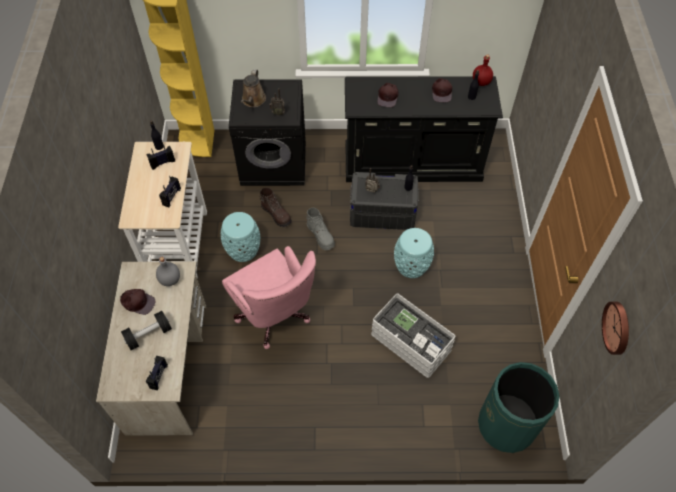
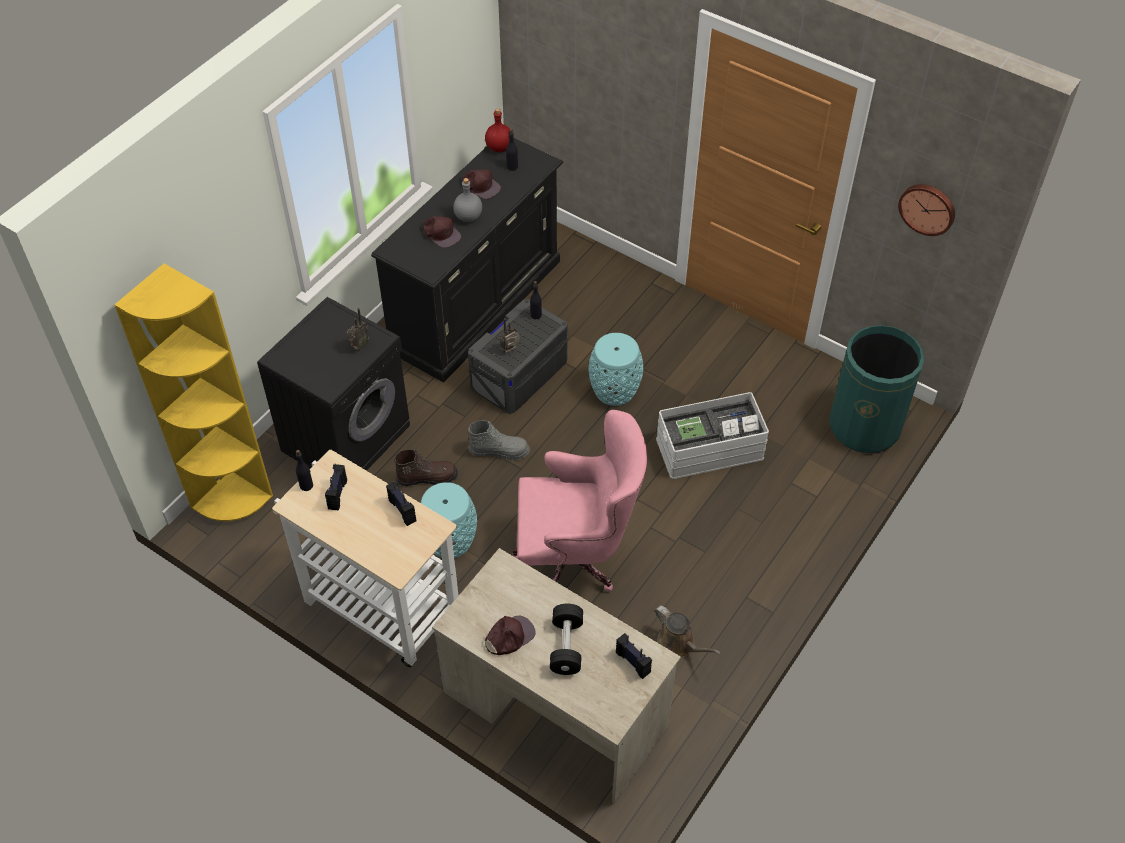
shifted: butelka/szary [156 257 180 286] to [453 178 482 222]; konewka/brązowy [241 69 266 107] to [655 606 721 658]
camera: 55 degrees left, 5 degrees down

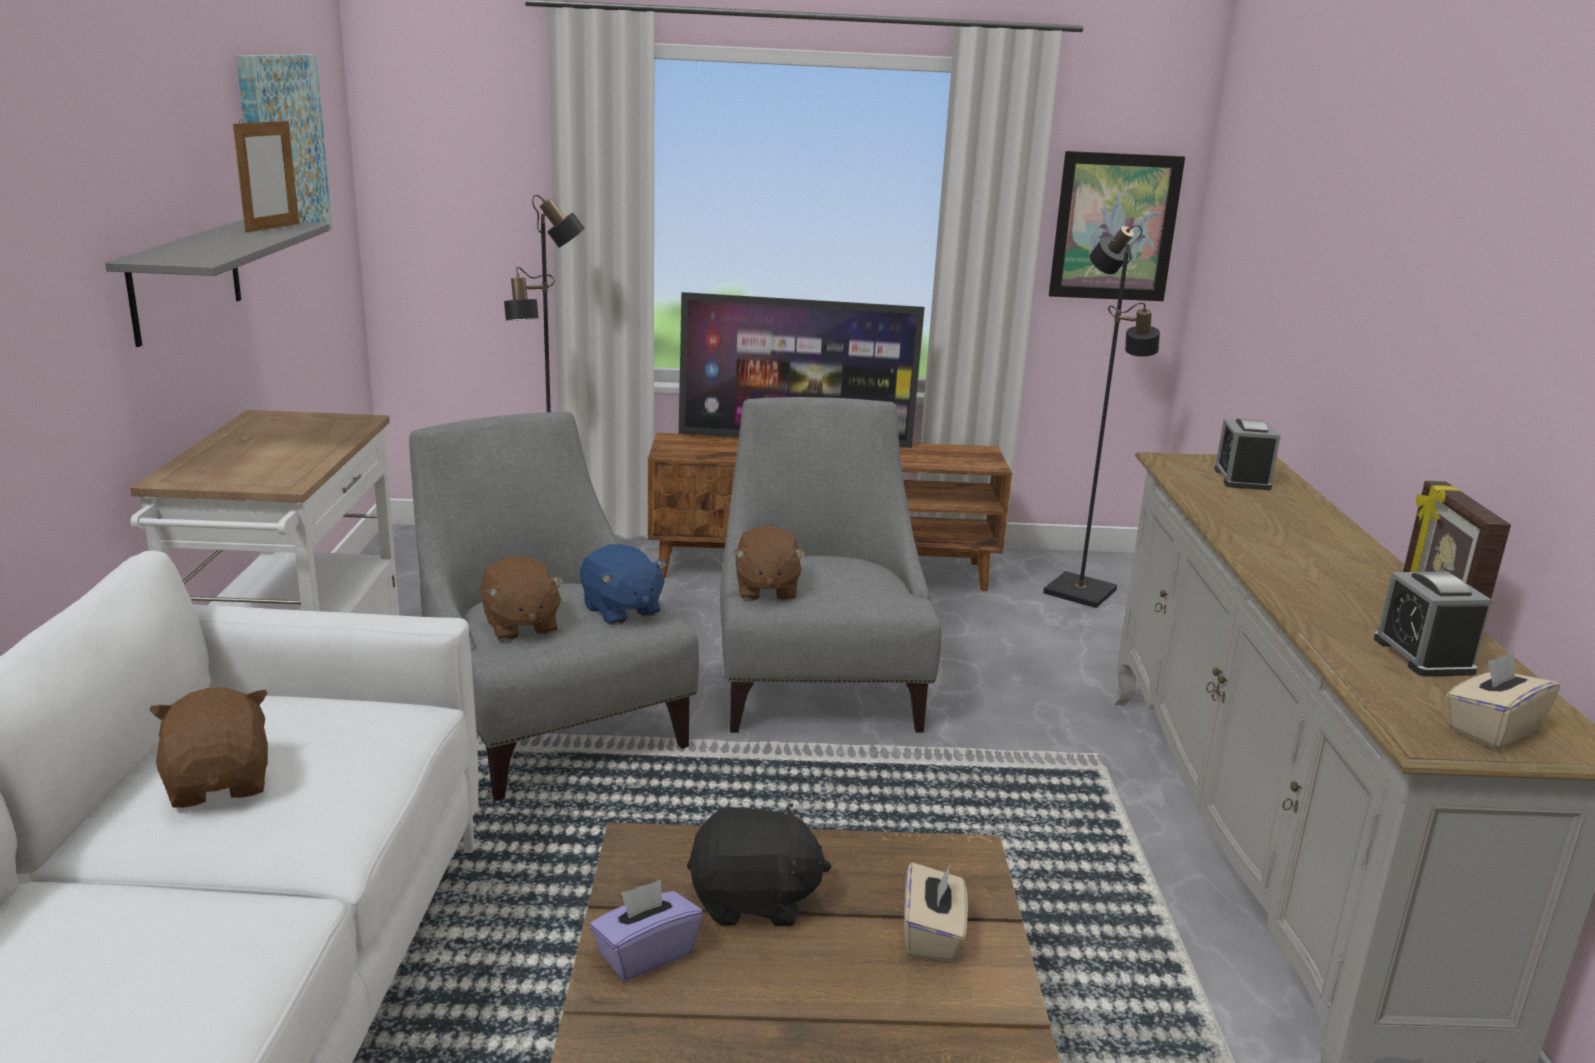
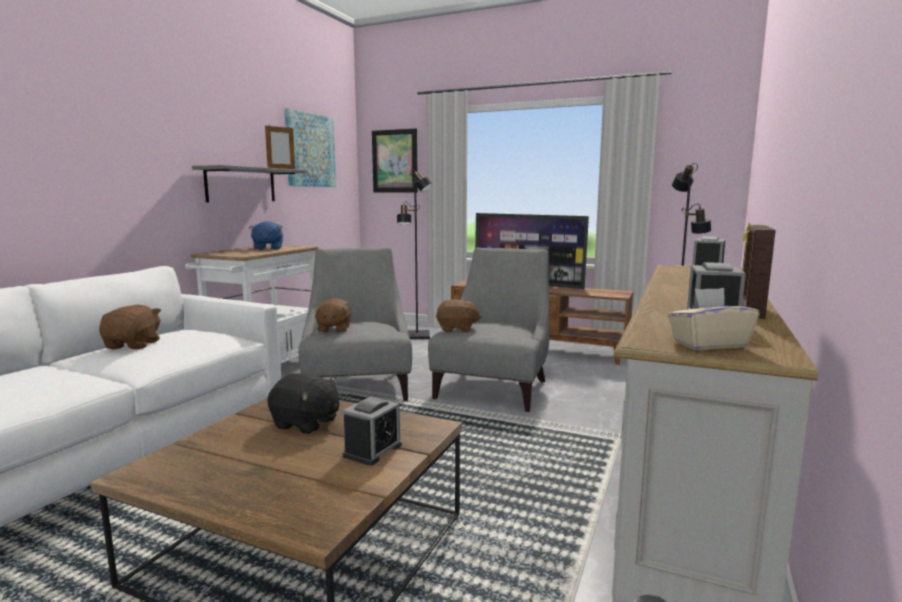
gone: pudełko chusteczek/fioletowy [590 879 703 981]
shifted: pluszak/niebieski [580 544 667 625] to [249 221 283 250]; obraz [1049 151 1185 301] to [372 128 418 193]
swapped: pudełko chusteczek/beżowy [904 862 968 961] to budzik [343 397 402 465]
rotated: pluszak/brązowy [733 526 806 601] = [436 299 482 332] 105 degrees counterclockwise
camera: 25 degrees right, 10 degrees down

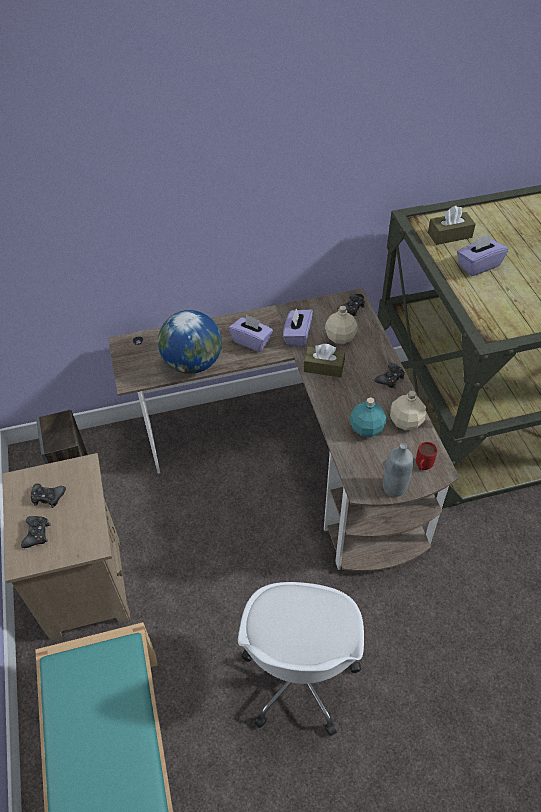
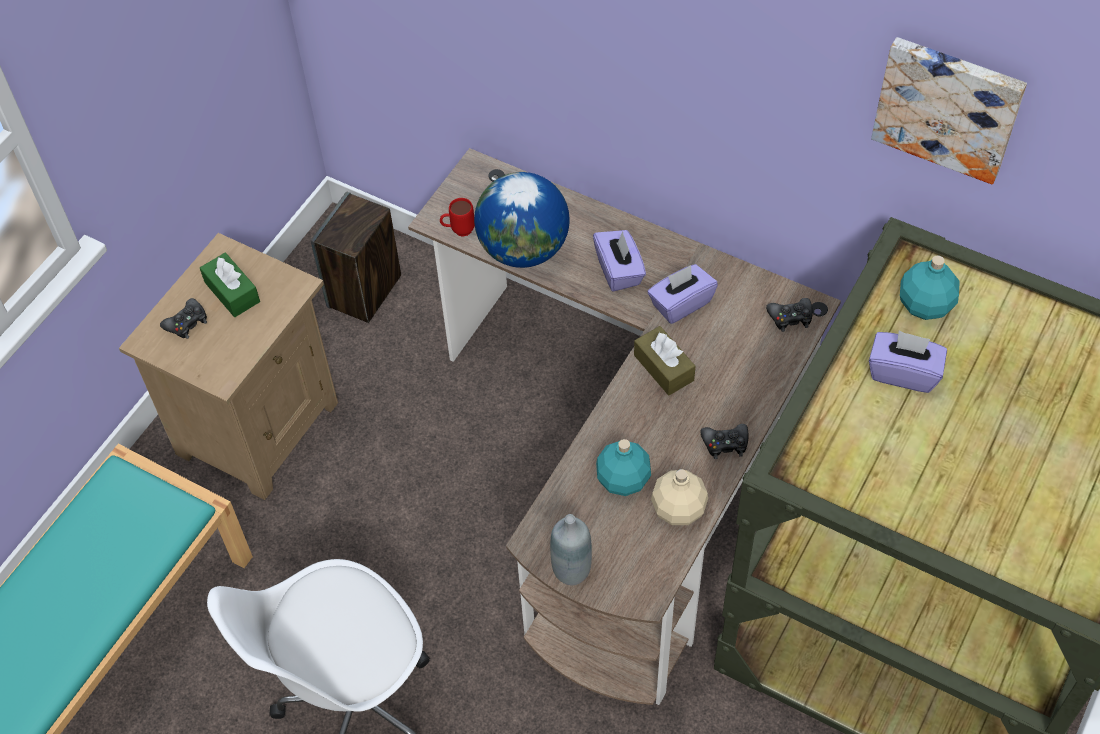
gone: butelka/beżowy [325 306 358 344]
new: obraz [871 37 1027 185]
shifted: kubek/czerwony [416 442 437 470] to [440 198 475 237]
swapped: pad do gier/czarny [31 483 66 508] to pudełko chusteczek/zielony [200 253 260 317]; pudełko chusteczek/brązowy [428 206 476 245] to butelka/turkusowy [900 255 960 320]
camera: 45 degrees right, 5 degrees up

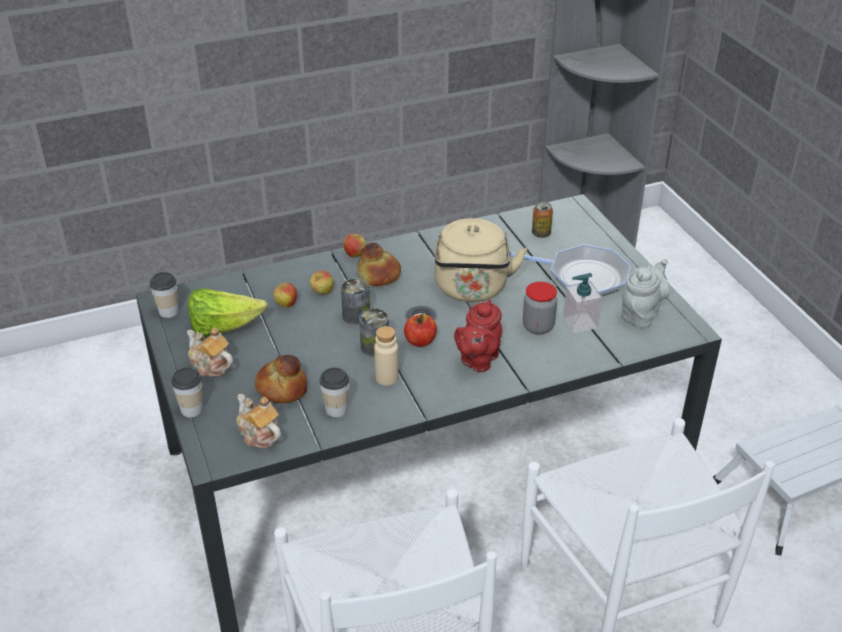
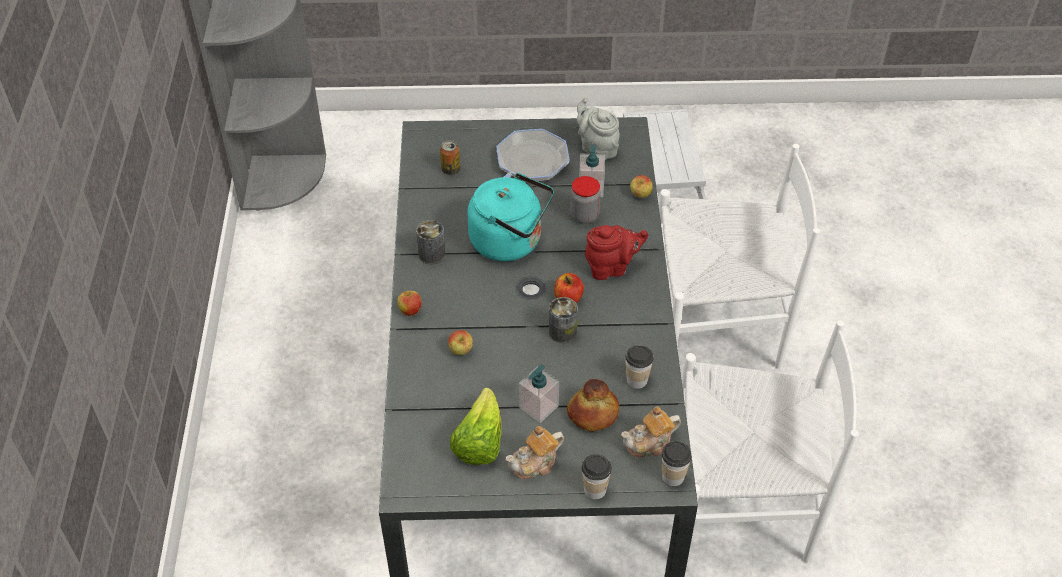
gone: chleb [357 242 401 286]; butelka/beżowy [374 326 399 386]
new: dozownik mydła [519 364 559 423]
shifted: puszka [341 278 370 325] to [416 220 445 264]; jabłko [273 283 297 308] to [630 175 653 198]; filiżanka [149 272 178 318] to [662 441 692 486]
repainted: czajnik/beżowy [434 218 527 302] to czajnik/turkusowy [468 173 554 261]
rotated: imbryk/czerwony [454 299 502 372] = [585 225 648 280] 60 degrees counterclockwise
camera: 70 degrees left, 10 degrees up

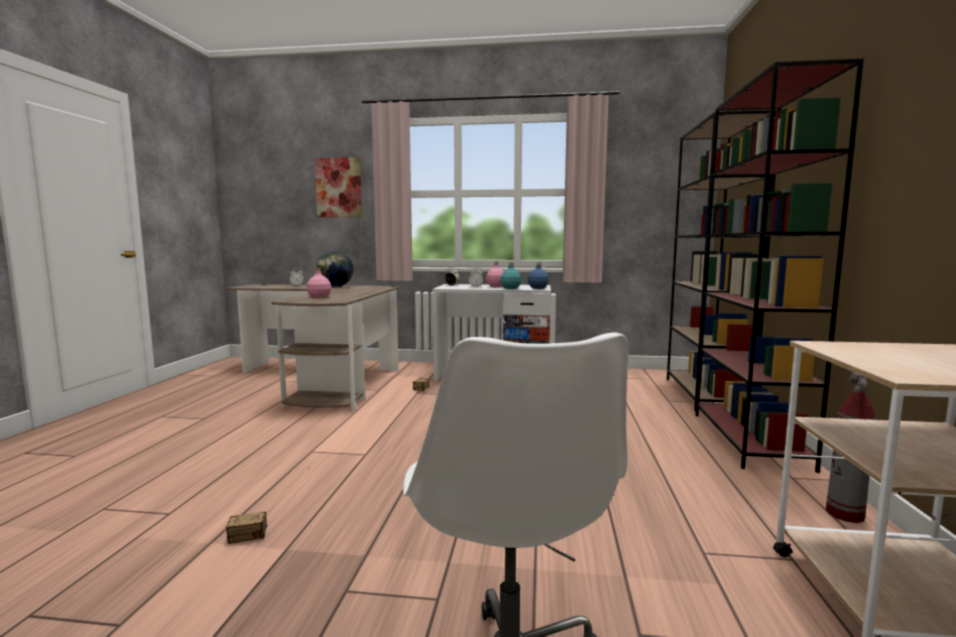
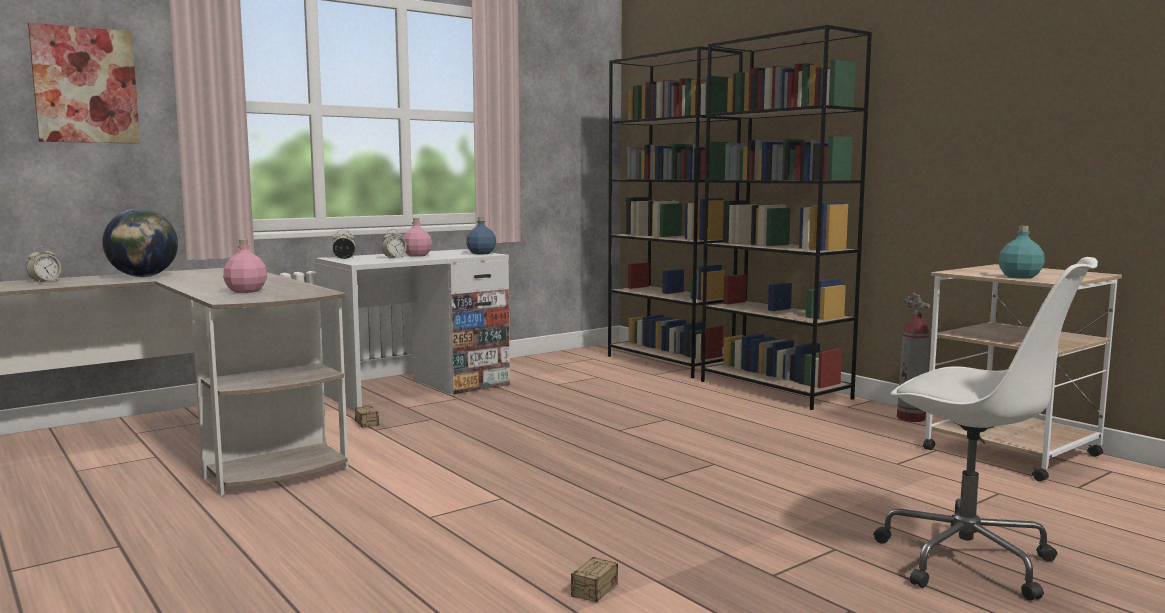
shifted: butelka/turkusowy [501 262 521 289] to [998 226 1045 279]
repainted: regał/czerwony [695 58 864 473] to regał/beżowy [701 25 872 410]
camera: 45 degrees left, 0 degrees up

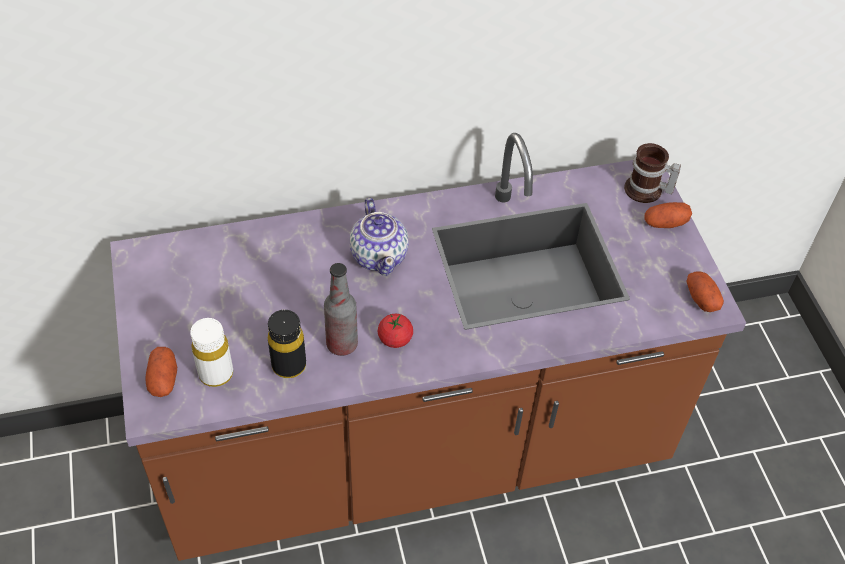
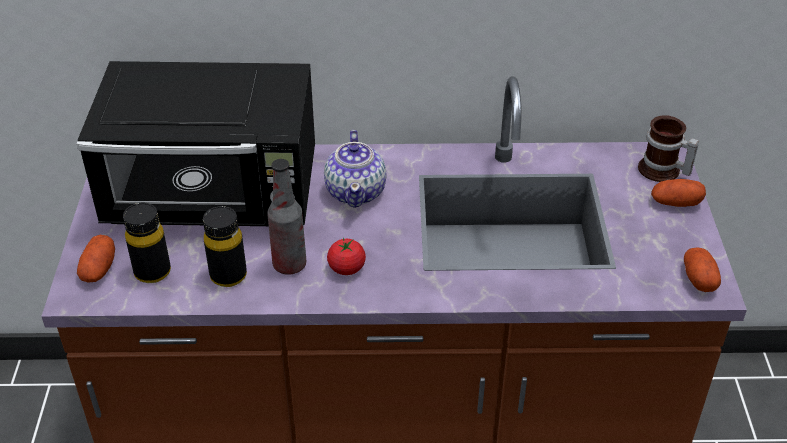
new: mikrofalówka/czarny [77 61 315 226]
repainted: butelka/biały [190 318 233 387] to butelka/czarny [123 203 171 283]
camera: 15 degrees right, 10 degrees down

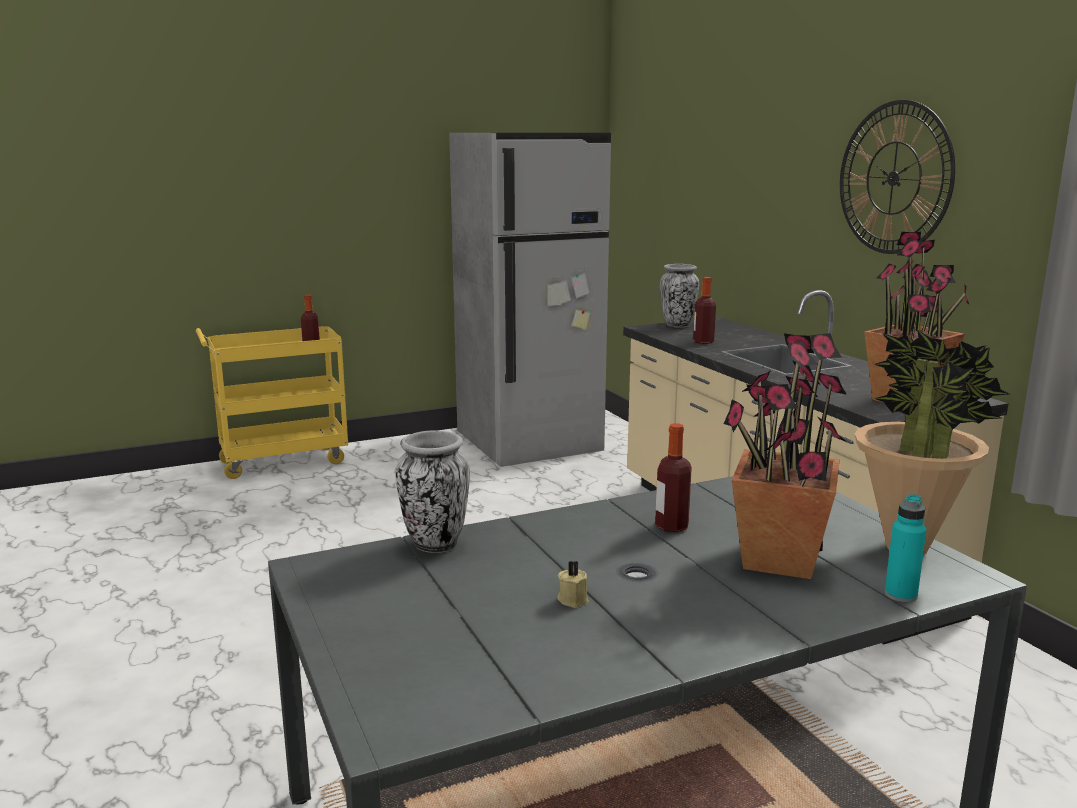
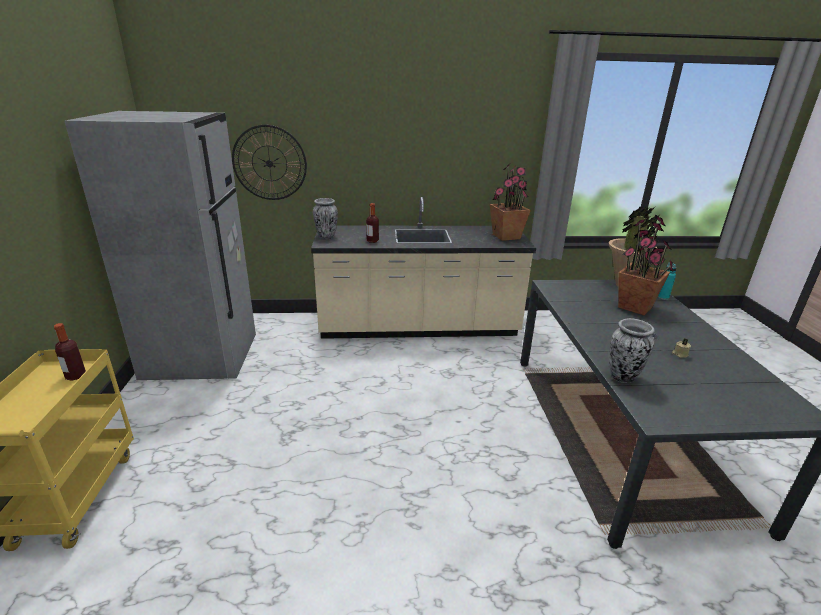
gone: butelka [655 423 692 532]
shifted: zegar ścienny [840 100 955 254] to [232 125 307 200]
camera: 70 degrees left, 10 degrees up

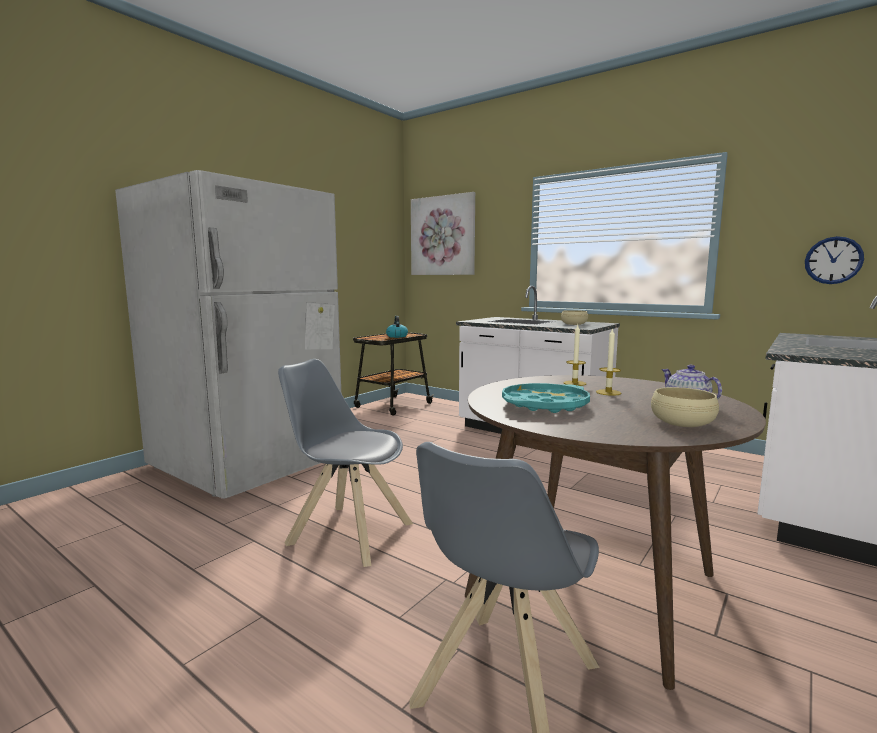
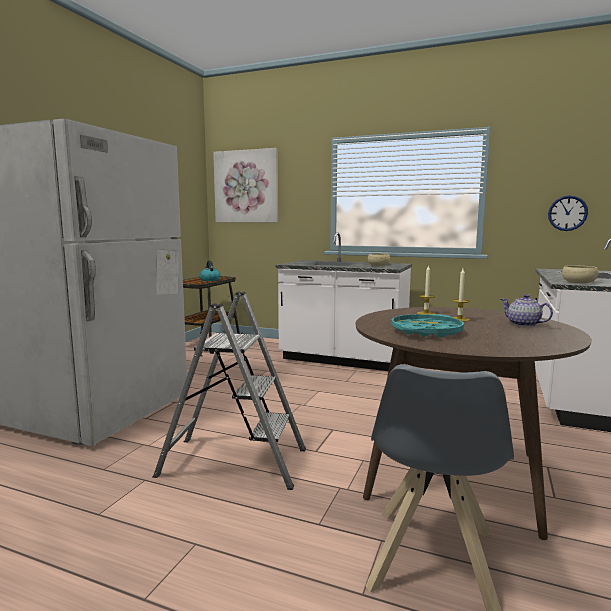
shifted: miska/beżowy [651 387 719 427] to [562 265 598 283]
swapped: krzesło/szary [278 359 413 567] to drabinka/szary [152 292 306 490]
camera: 15 degrees left, 0 degrees up

